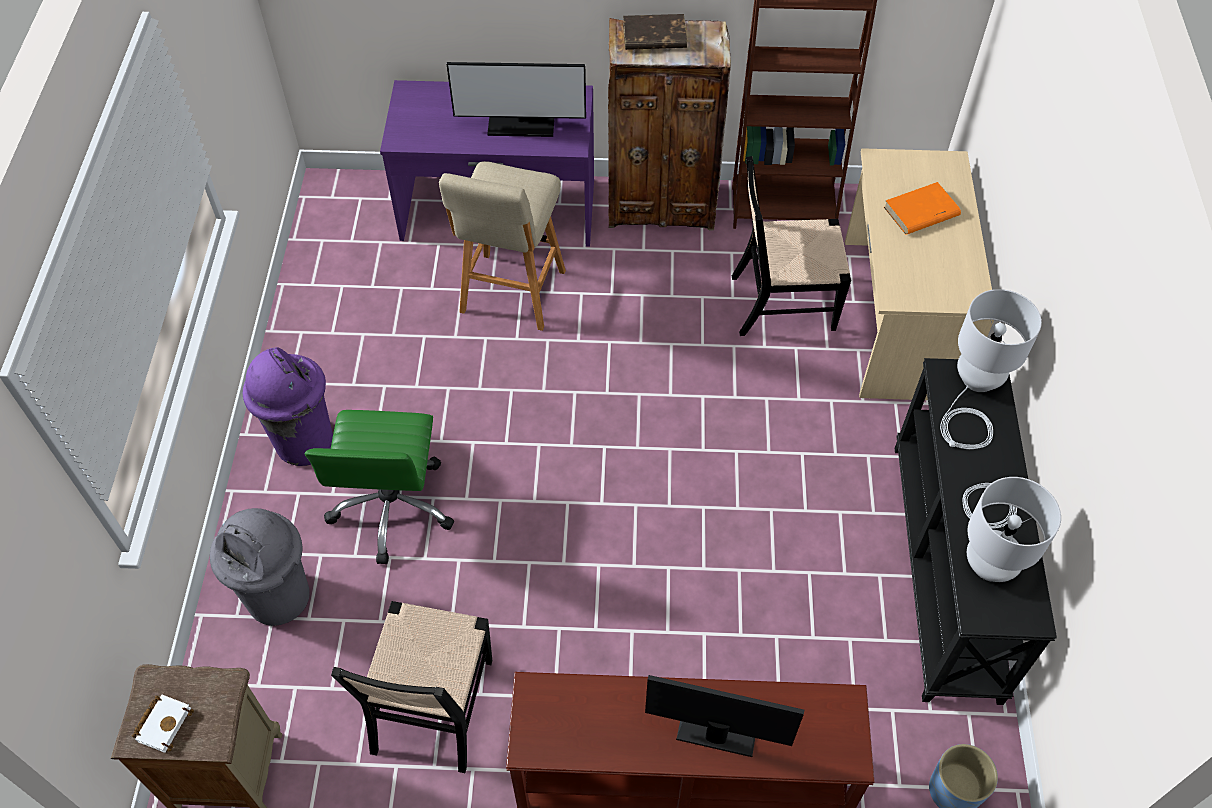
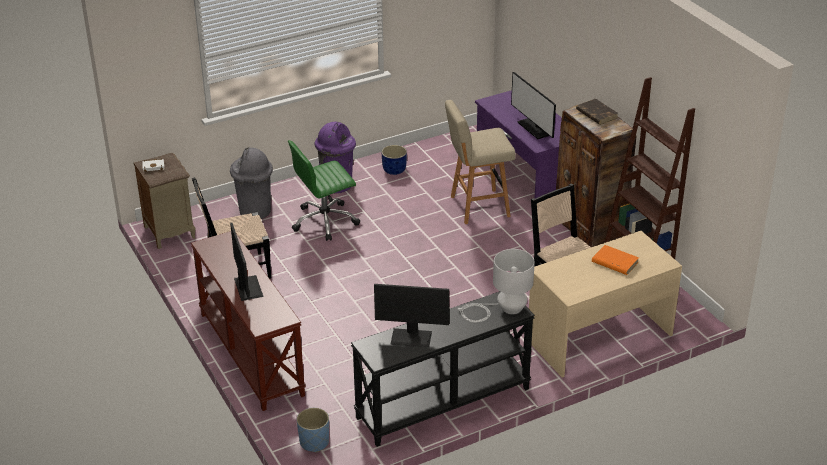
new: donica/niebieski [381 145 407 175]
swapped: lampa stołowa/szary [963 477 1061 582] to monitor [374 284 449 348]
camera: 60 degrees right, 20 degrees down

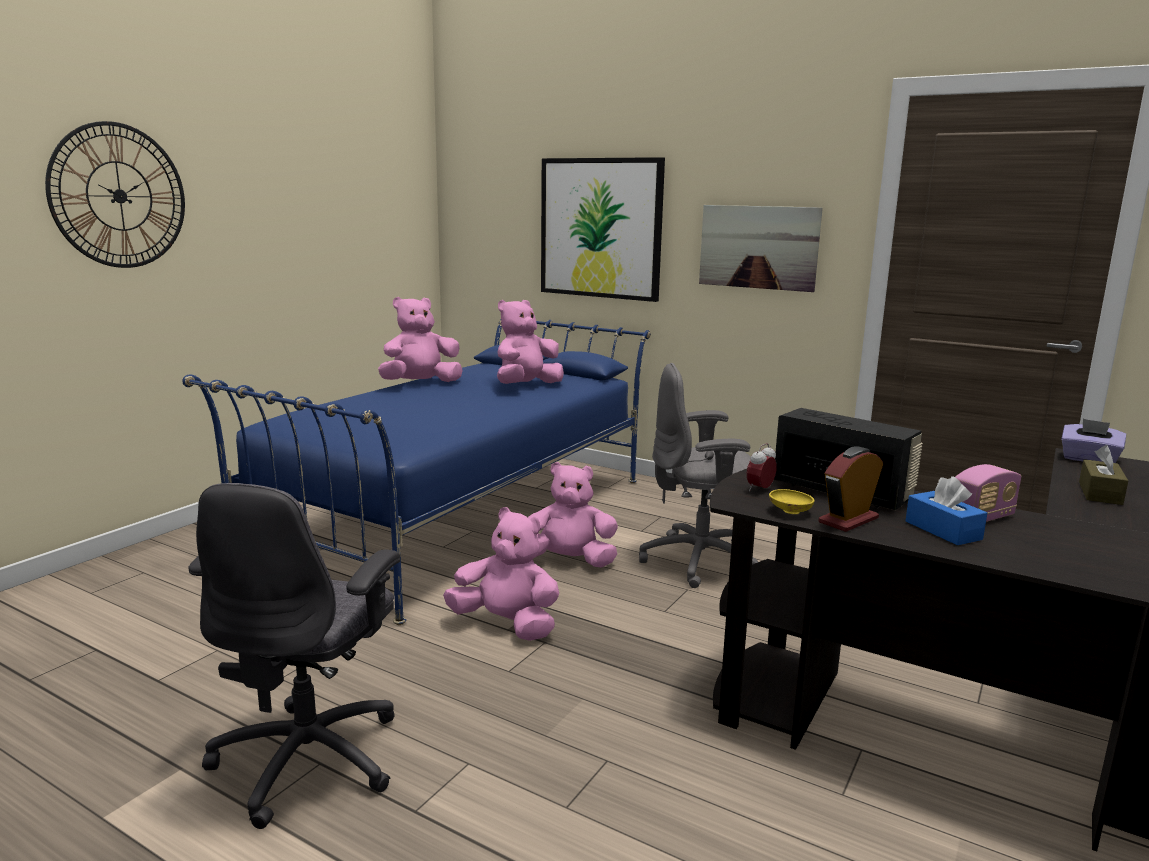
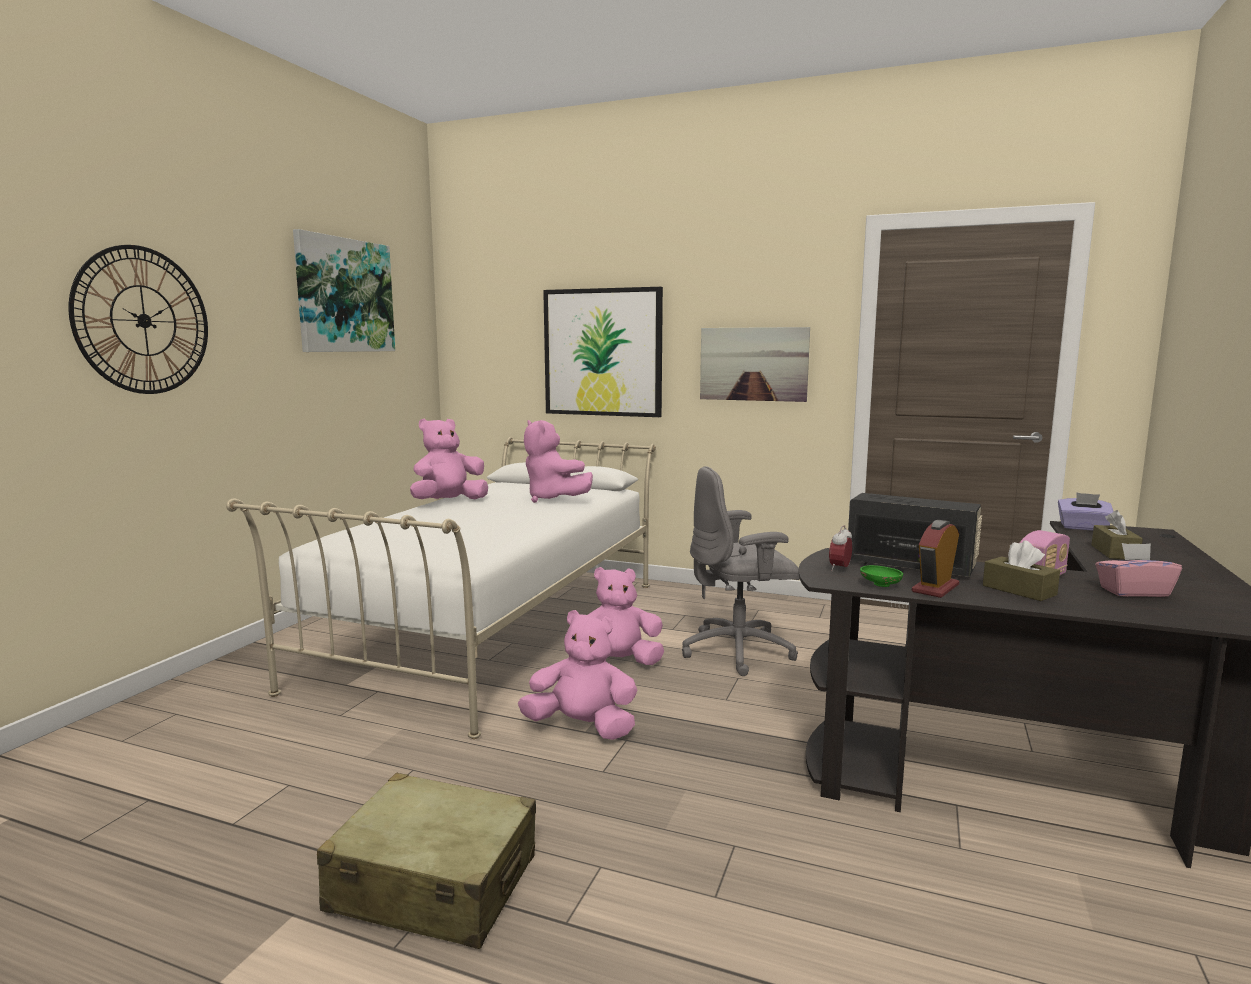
new: obraz [293 229 395 352]; pudełko chusteczek/różowy [1096 543 1182 597]
swapped: krzesło biurowe/szary [188 483 400 829] to walizka/beżowy [317 772 536 949]
repainted: łóżko/niebieski [182 319 651 625] to łóżko/biały [226 437 656 739]; miska/żółty [769 489 815 514] to miska/zielony [860 565 903 587]; pudełko chusteczek/niebieski [905 476 987 545] to pudełko chusteczek/brązowy [983 540 1060 601]
rotated: pluszak/różowy [497 300 564 384] = [524 420 593 503] 75 degrees counterclockwise
camera: 10 degrees left, 5 degrees down

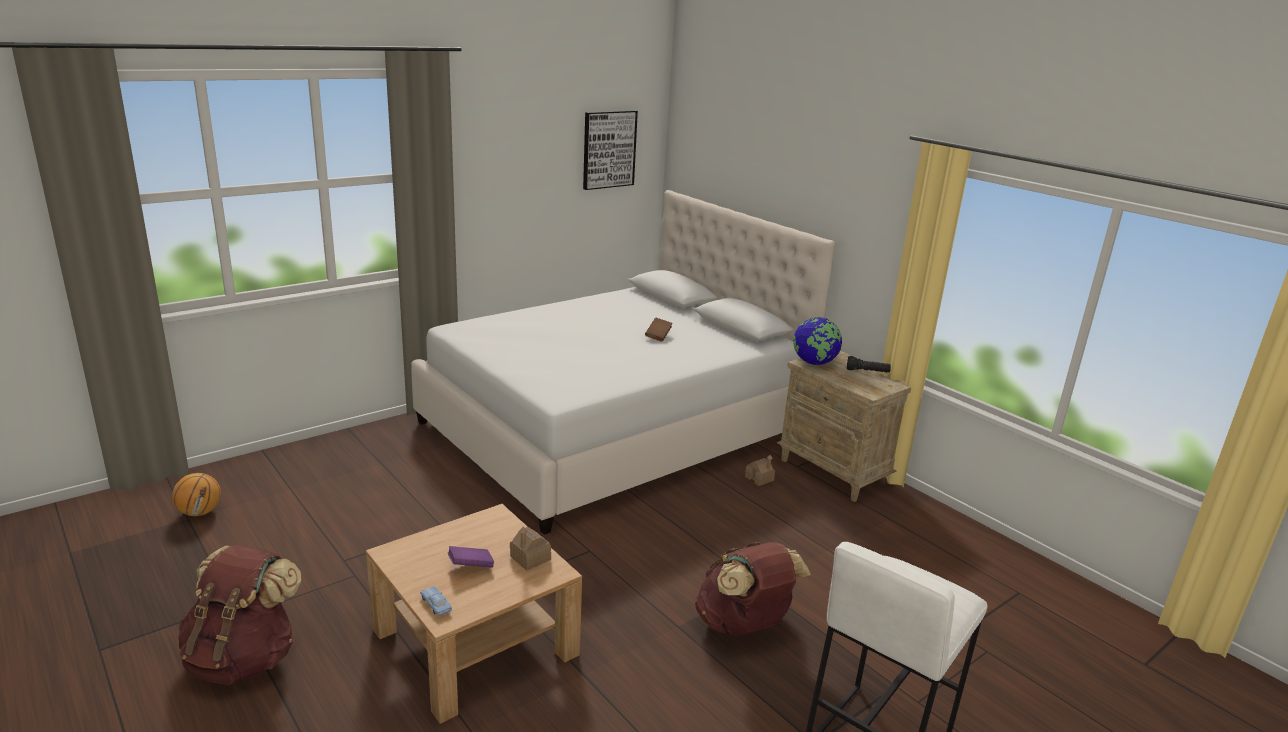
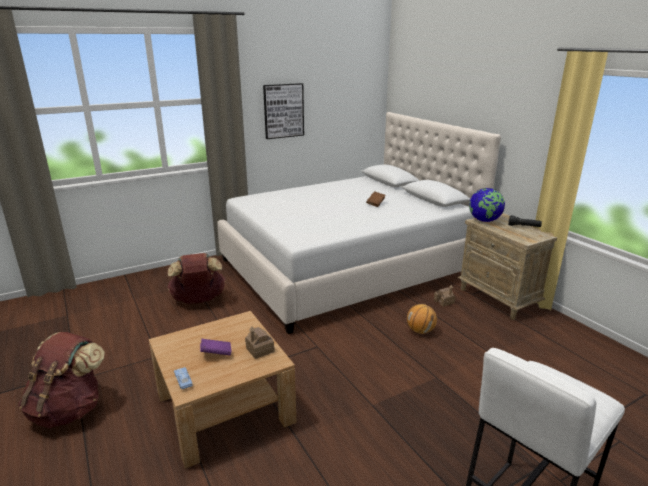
shifted: plecak/brązowy [695 542 811 636] to [167 253 226 304]; obraz [583 110 638 190] to [263 83 304 139]; piłka do koszykówki [172 473 221 516] to [407 304 437 334]
camera: 10 degrees right, 0 degrees up

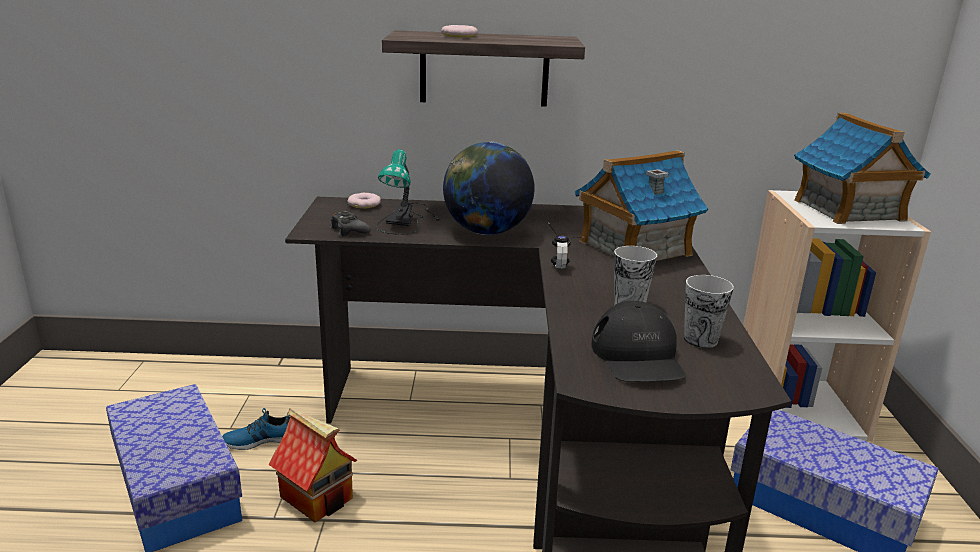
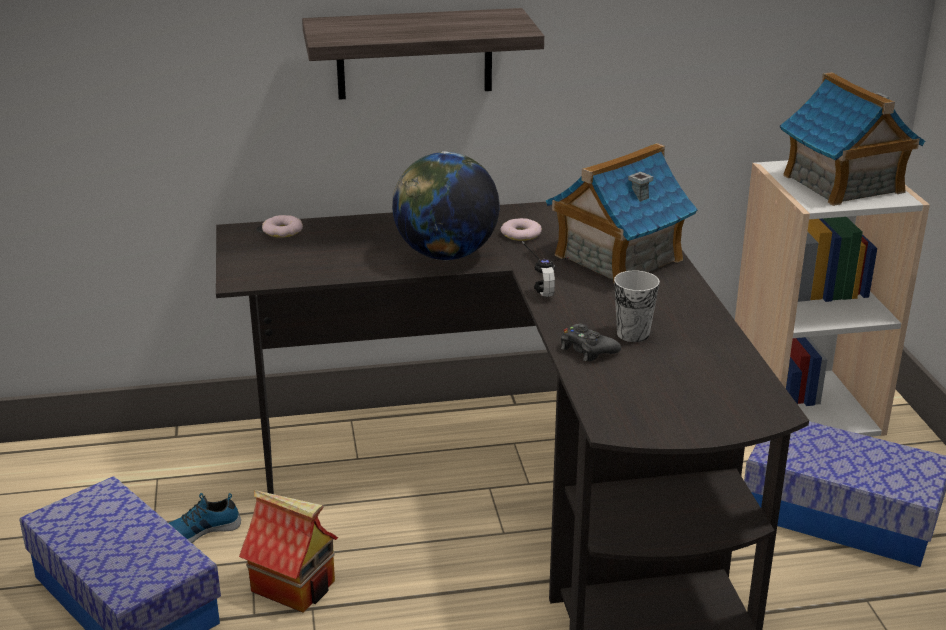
gone: lampa stołowa [376 149 441 235]; czapka z daszkiem/czarny [591 301 686 382]; filiżanka [684 275 734 348]
shifted: donut [441 25 478 38] to [500 218 542 241]; pad do gier/czarny [330 211 371 236] to [561 324 621 362]
camera: 10 degrees left, 5 degrees up

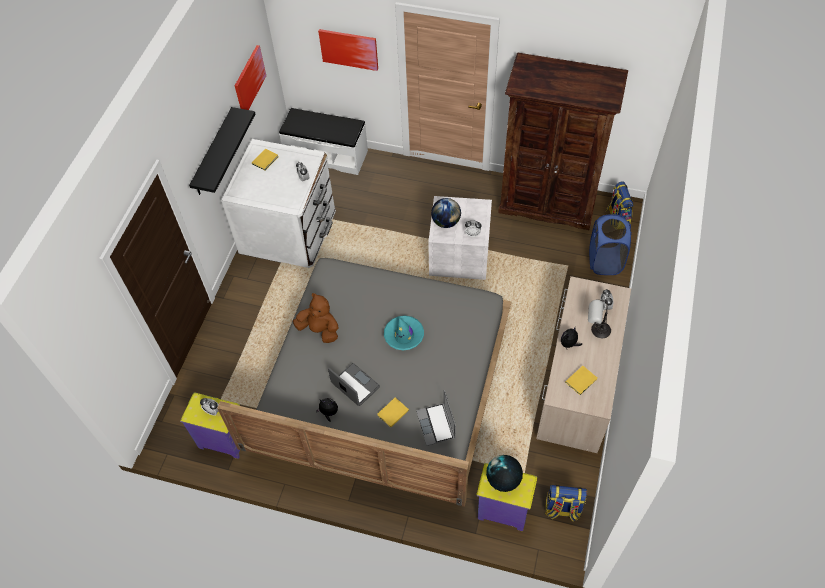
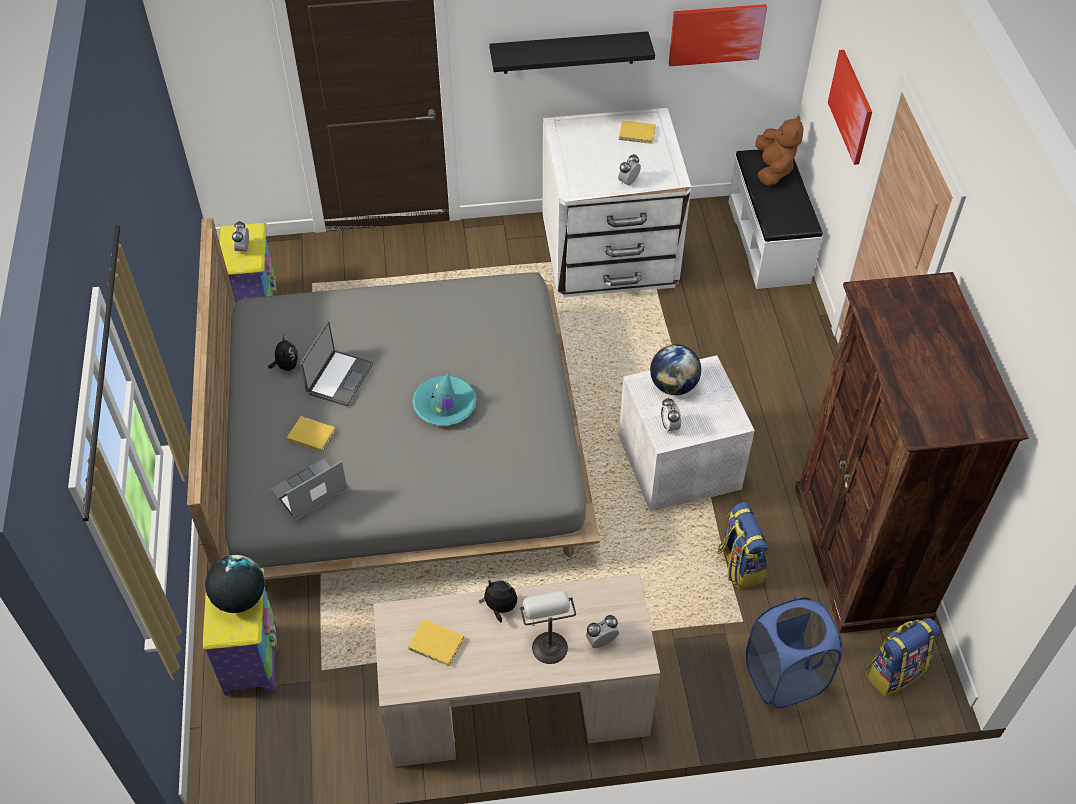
shifted: plecak [545 485 587 522] to [717 502 768 589]; pluszak/brązowy [293 293 338 343] to [756 115 804 186]
camera: 65 degrees right, 5 degrees down

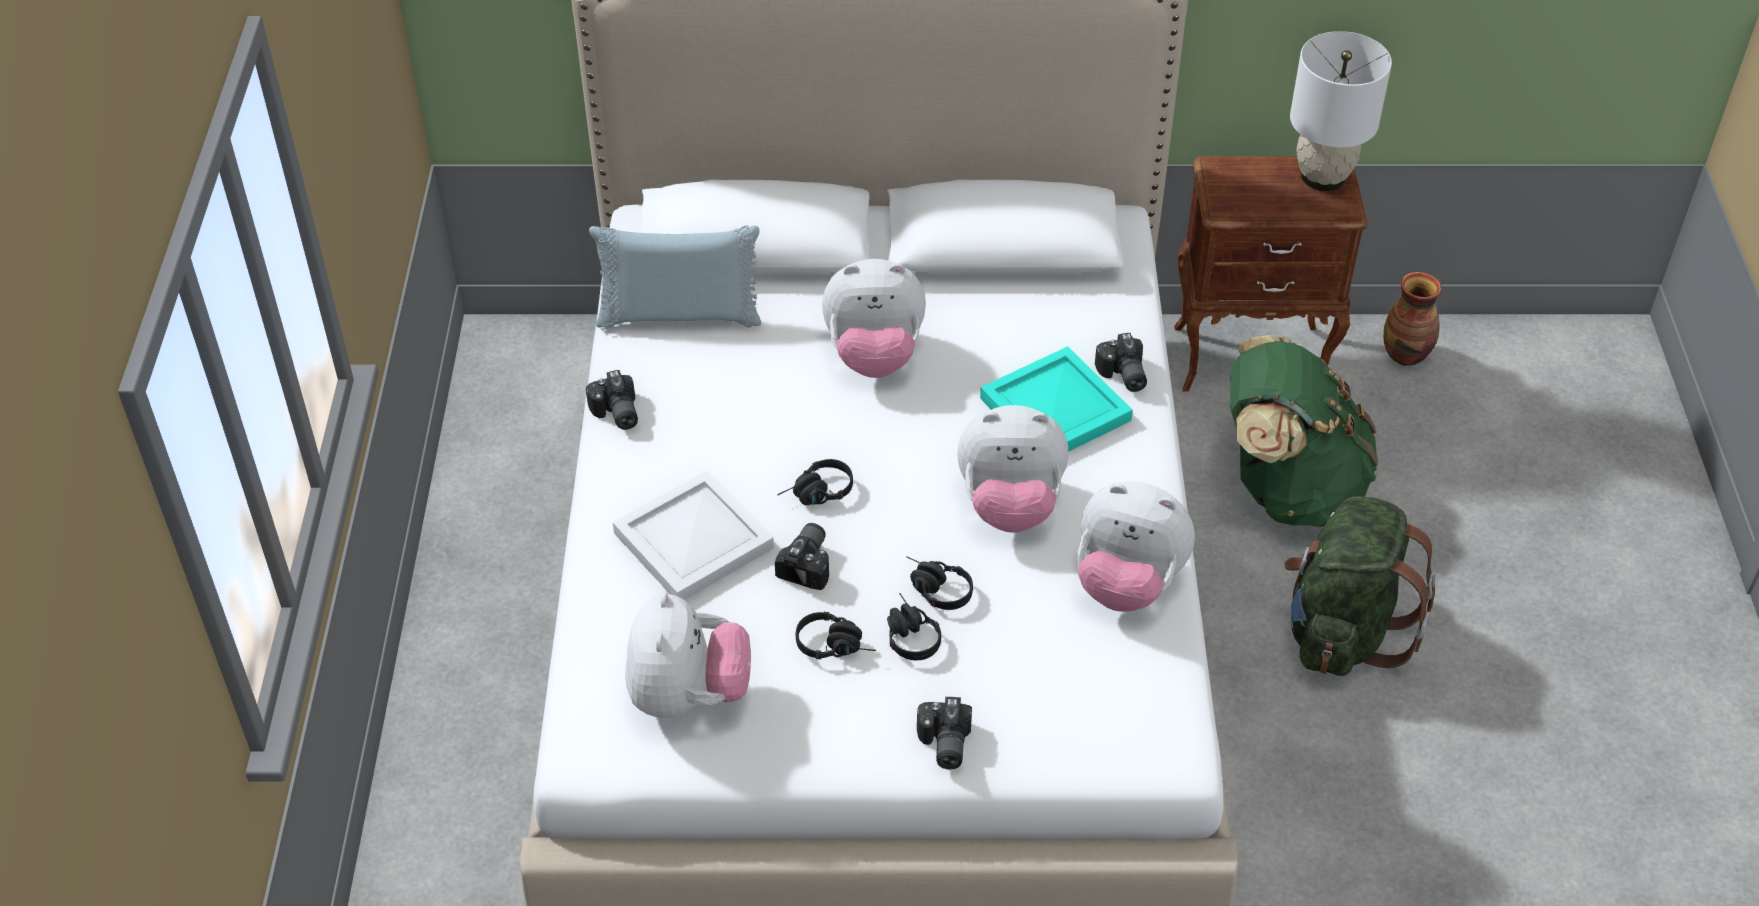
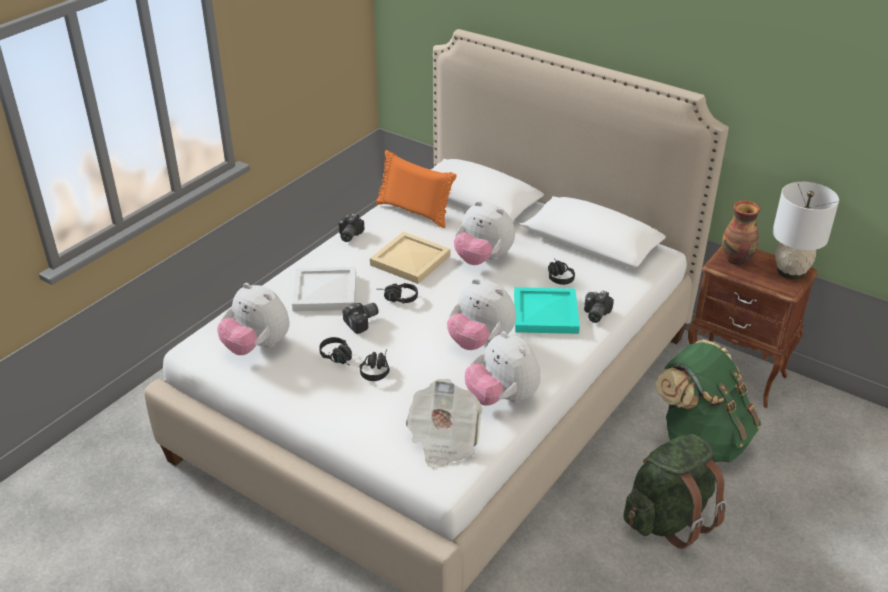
gone: aparat fotograficzny [917 697 972 769]
new: taca/beżowy [370 232 451 284]; gazeta [406 379 482 469]
shifted: słuchawki/czarny [907 556 973 610] to [548 258 575 285]; wazon [1383 272 1442 366] to [722 201 760 264]
repainted: poduszka/niebieski [589 225 761 330] to poduszka/pomarańczowy [376 150 456 228]
rotated: pluszak [625 592 751 718] = [217 283 290 355] 90 degrees clockwise
camera: 35 degrees right, 10 degrees down

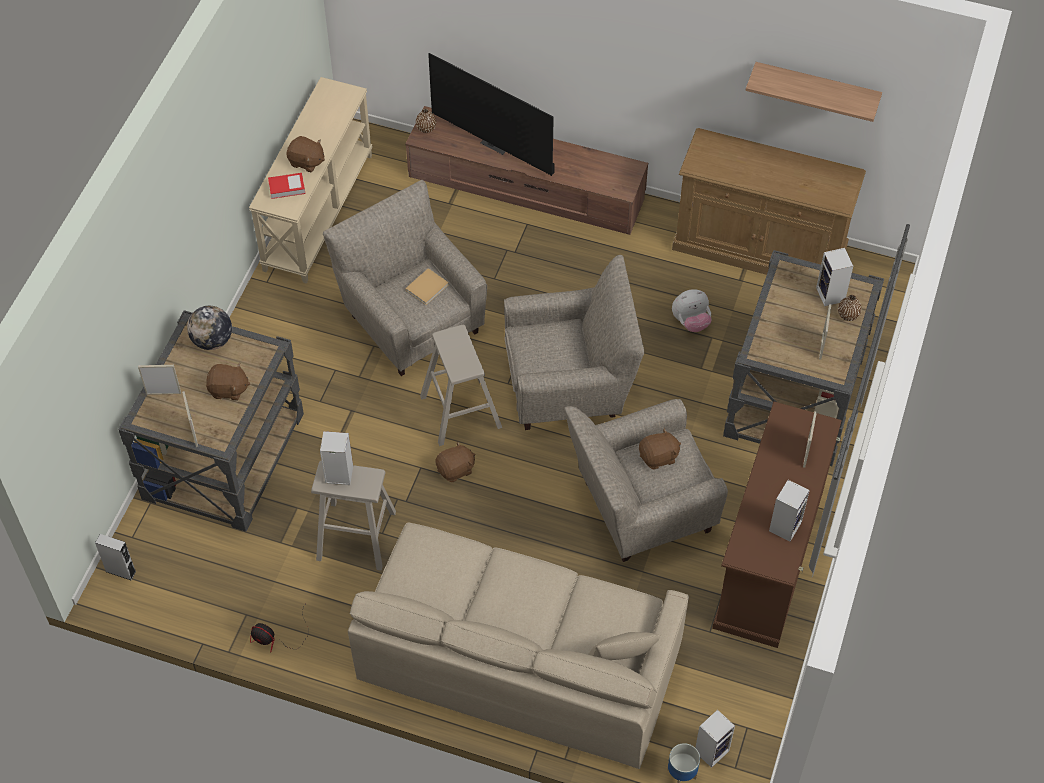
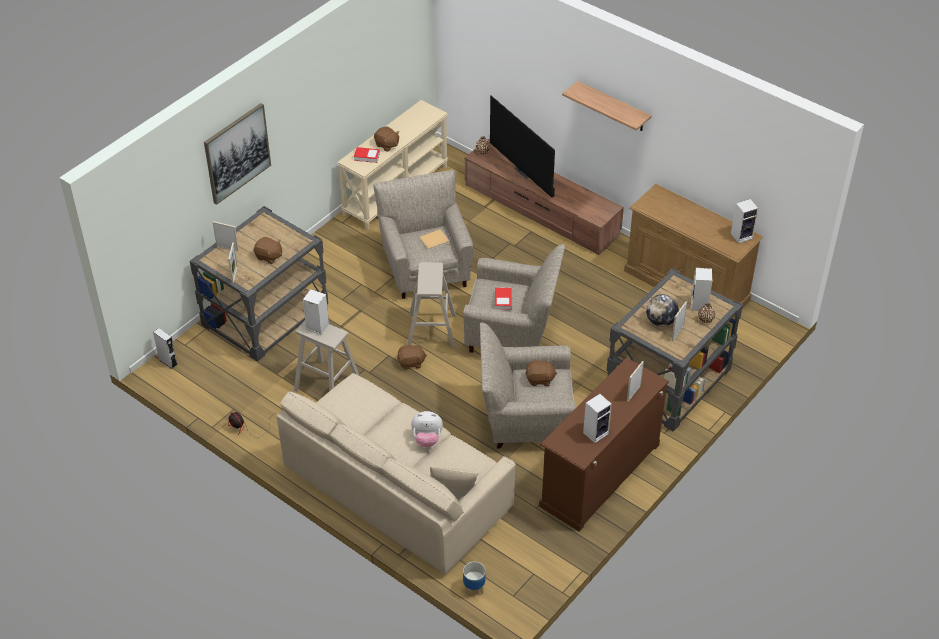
new: obraz [204 103 271 205]; książka [495 288 512 310]
shifted: pluszak [672 289 712 332] to [411 411 443 447]; półka [746 62 882 122] to [562 81 652 131]; globus [187 306 232 350] to [646 294 679 327]; głośnik [695 710 735 768] to [731 199 759 243]
camera: 20 degrees right, 10 degrees down

